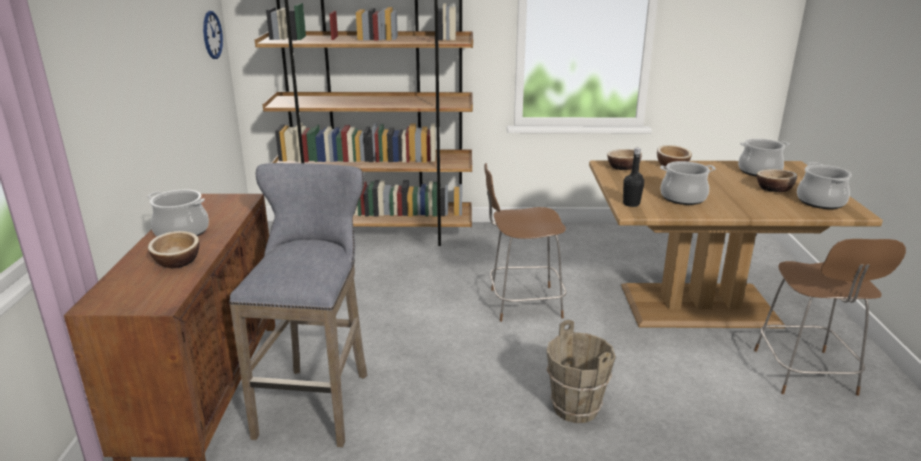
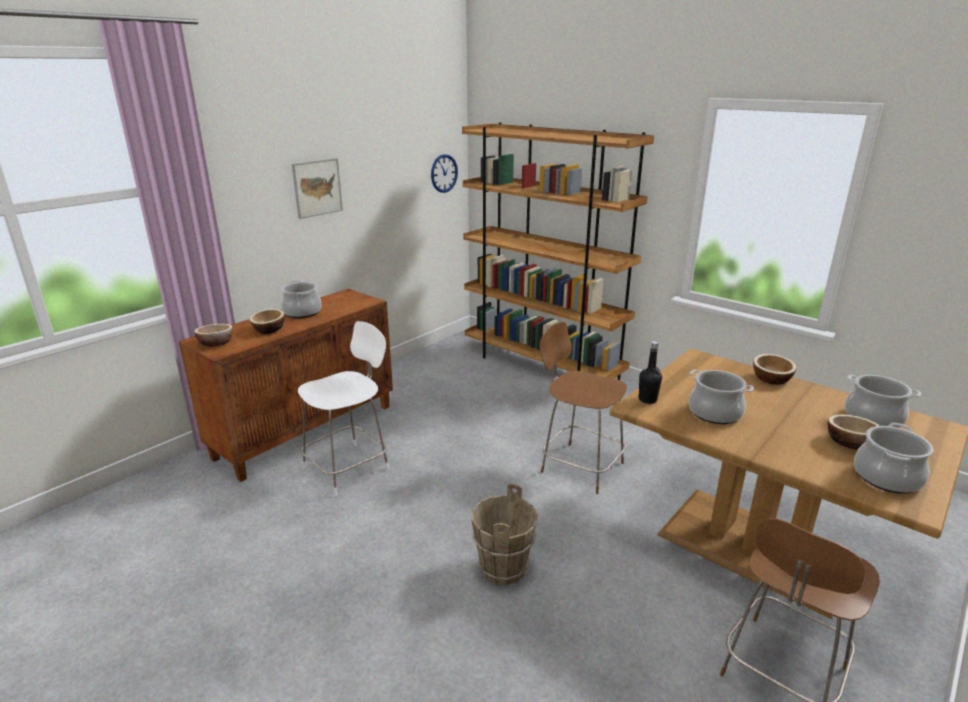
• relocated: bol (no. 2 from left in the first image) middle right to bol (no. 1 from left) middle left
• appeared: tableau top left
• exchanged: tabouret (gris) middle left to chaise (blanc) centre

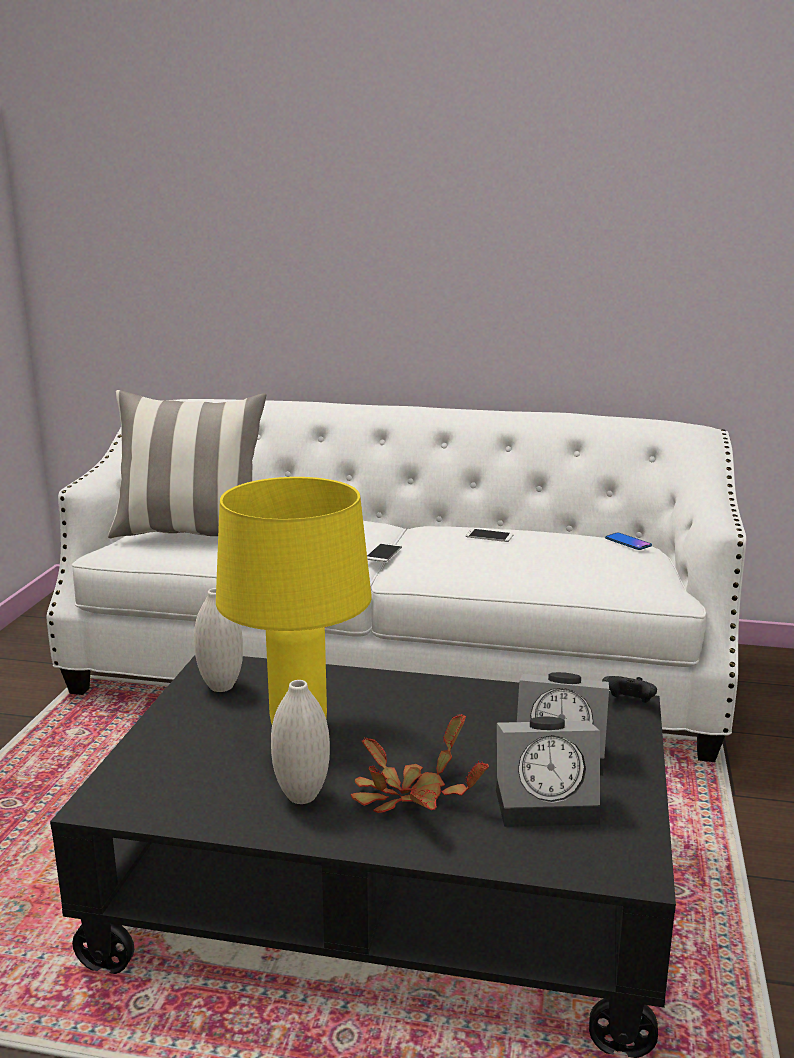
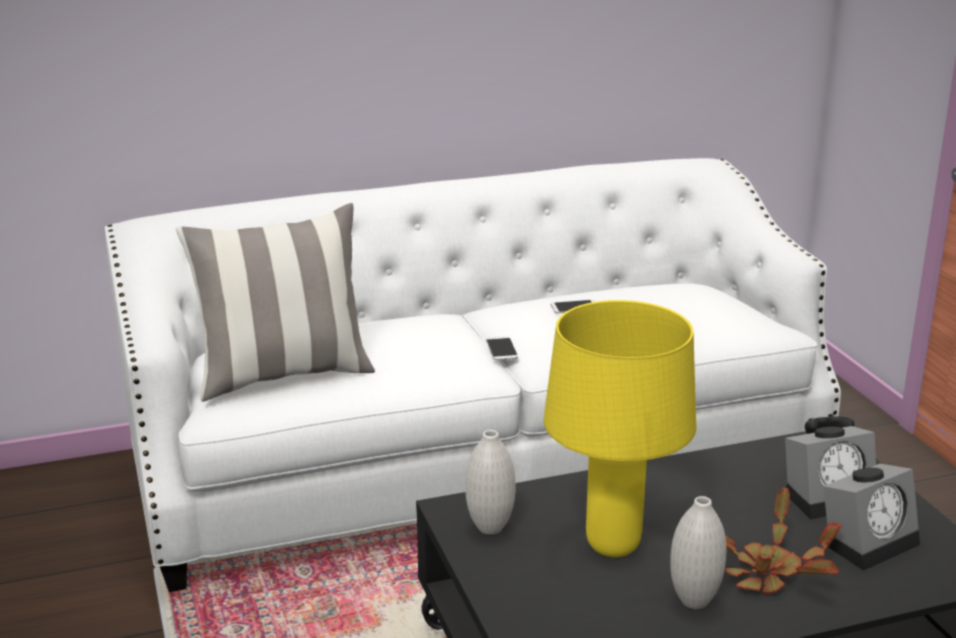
• missing: téléphone (no. 3 from left) middle right

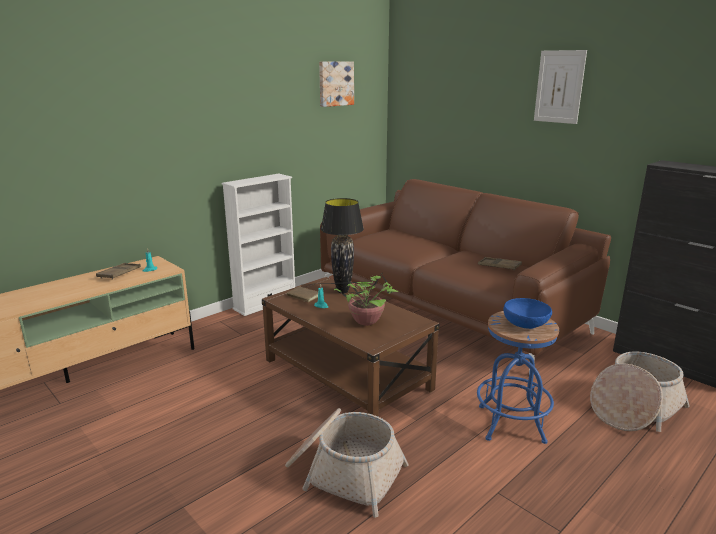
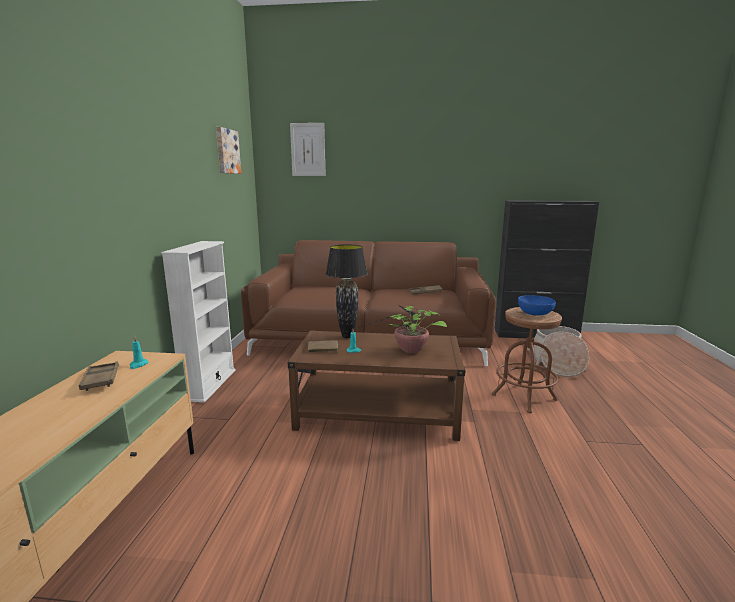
• relocated: tableau (no. 2 from left) top right to top centre
• colour: tabouret (bleu) bottom right to tabouret (marron) middle right
• missing: panier (no. 1 from left) bottom centre

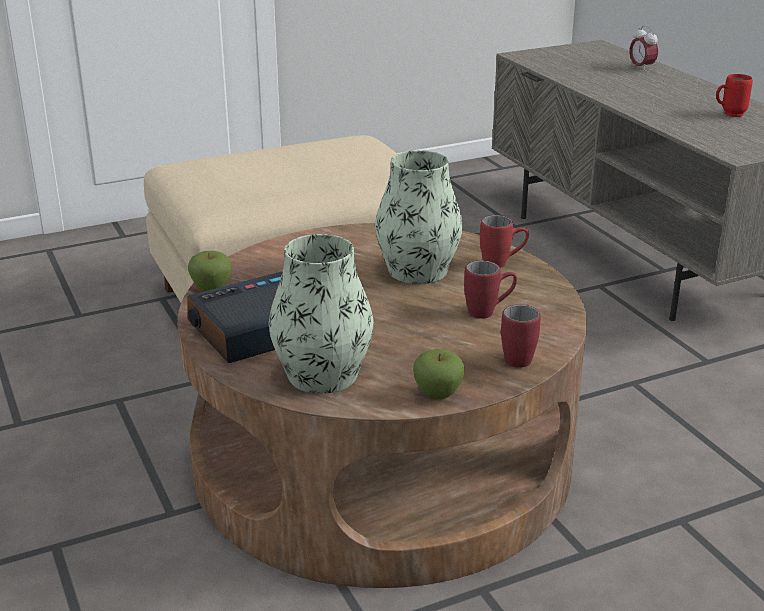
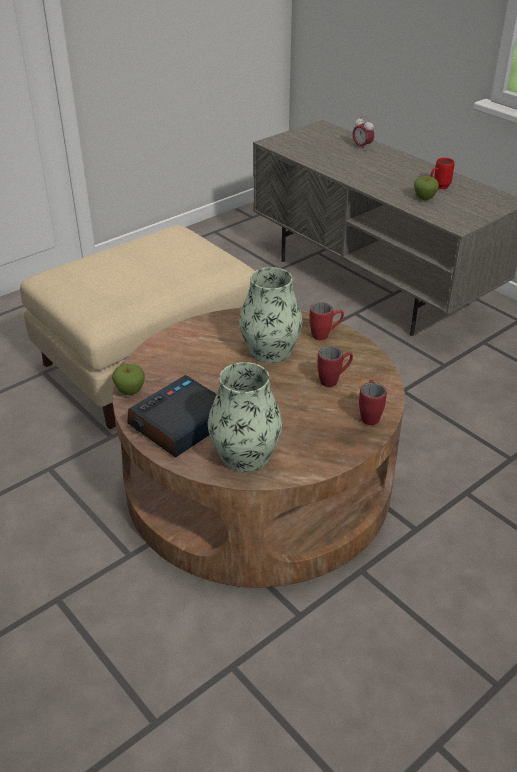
• relocated: pomme (no. 2 from left) centre to top right

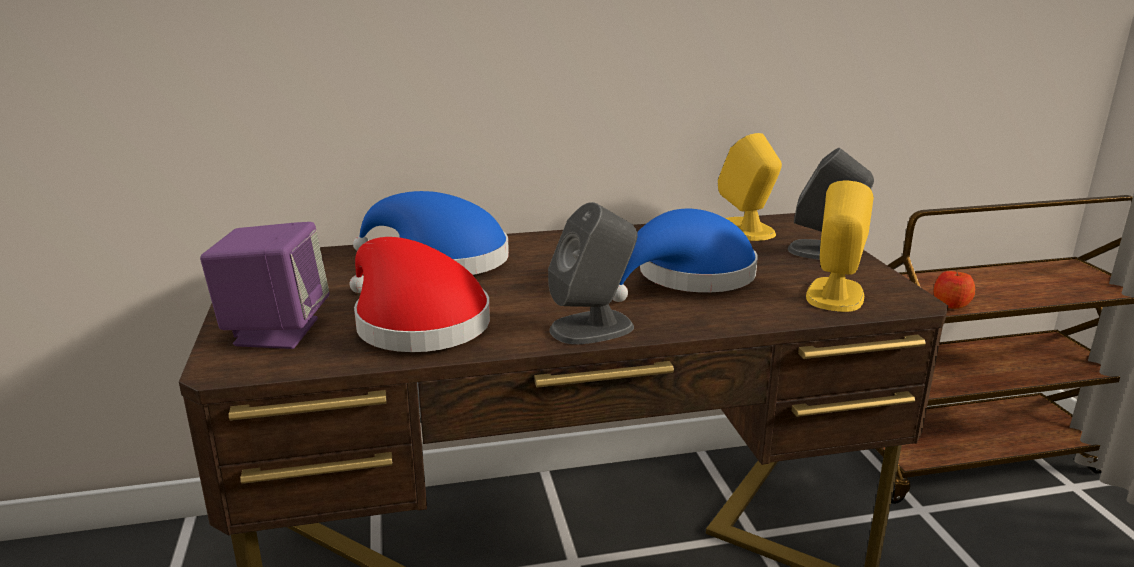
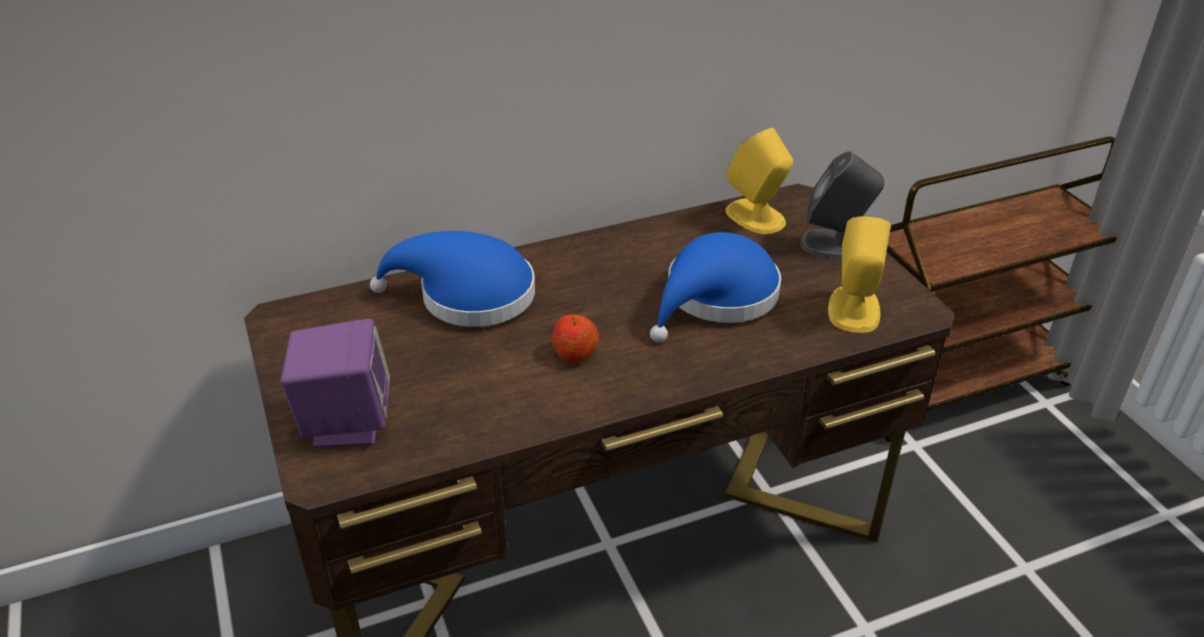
• relocated: pomme middle right to centre
• missing: chapeau (rouge) centre
• missing: enceinte (gris) (no. 1 from left) centre

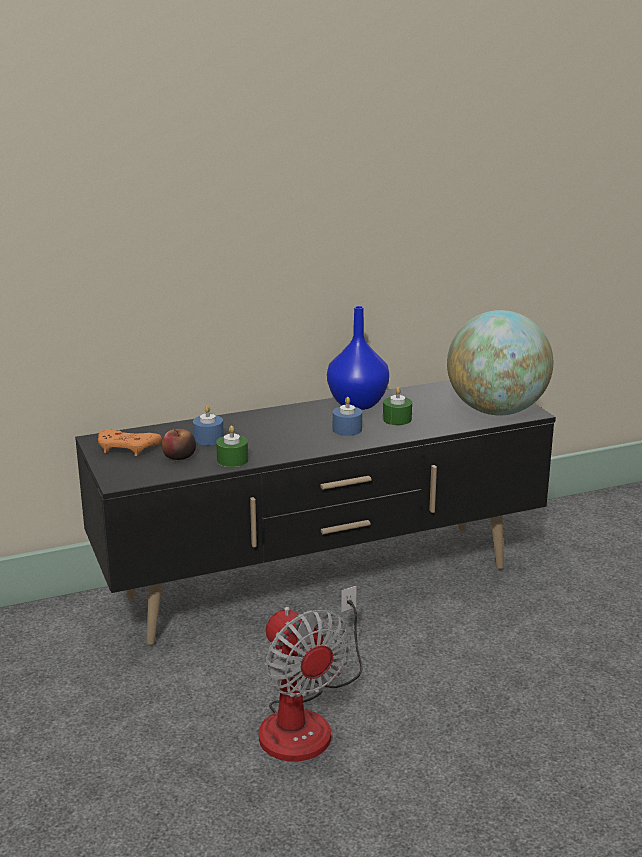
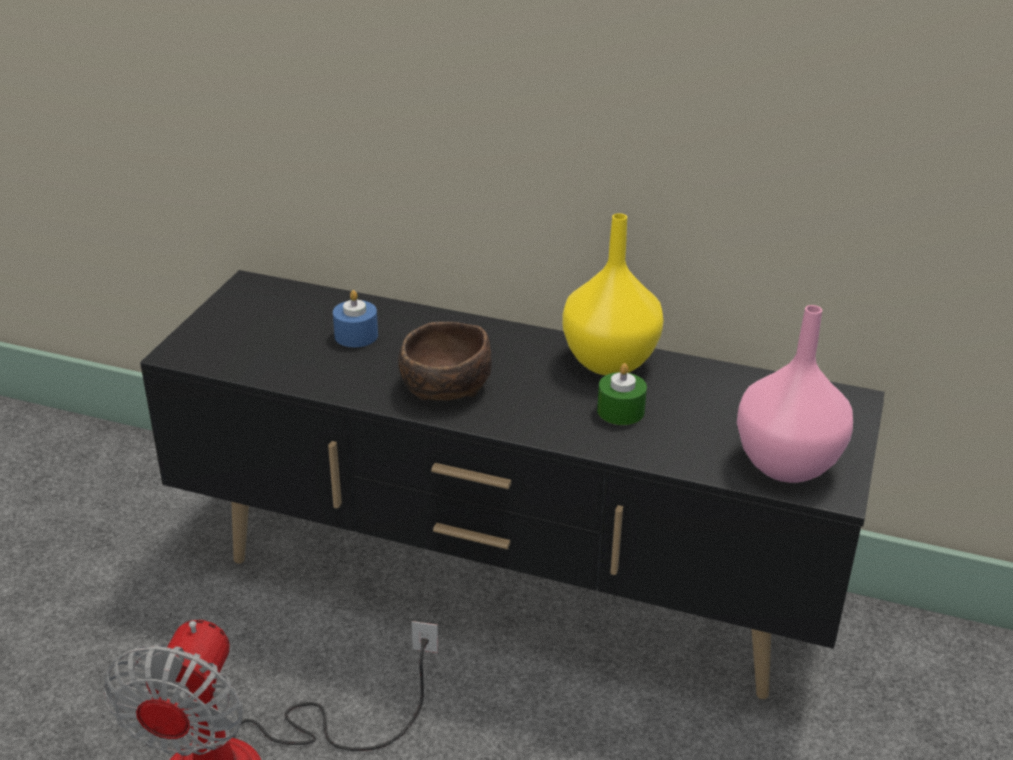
• appeared: bol (marron) centre
• colour: vase (bleu) centre to vase (jaune) centre
• exchanged: globe middle right to vase (rose) middle right
• missing: manette (orange) middle left
• missing: pomme middle left
• missing: bougie (vert) (no. 1 from left) centre
• missing: bougie (bleu) (no. 2 from left) centre

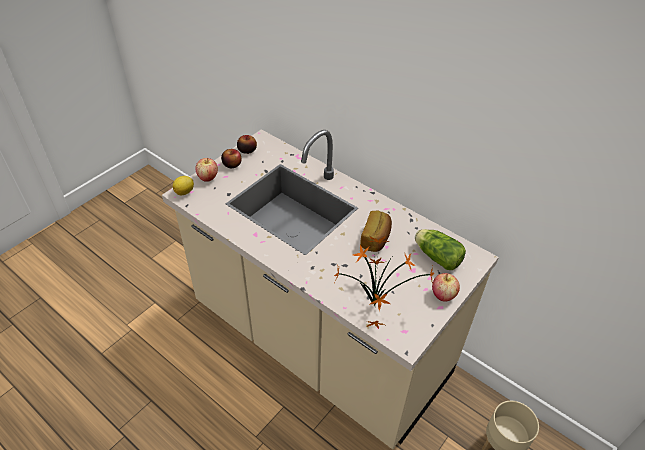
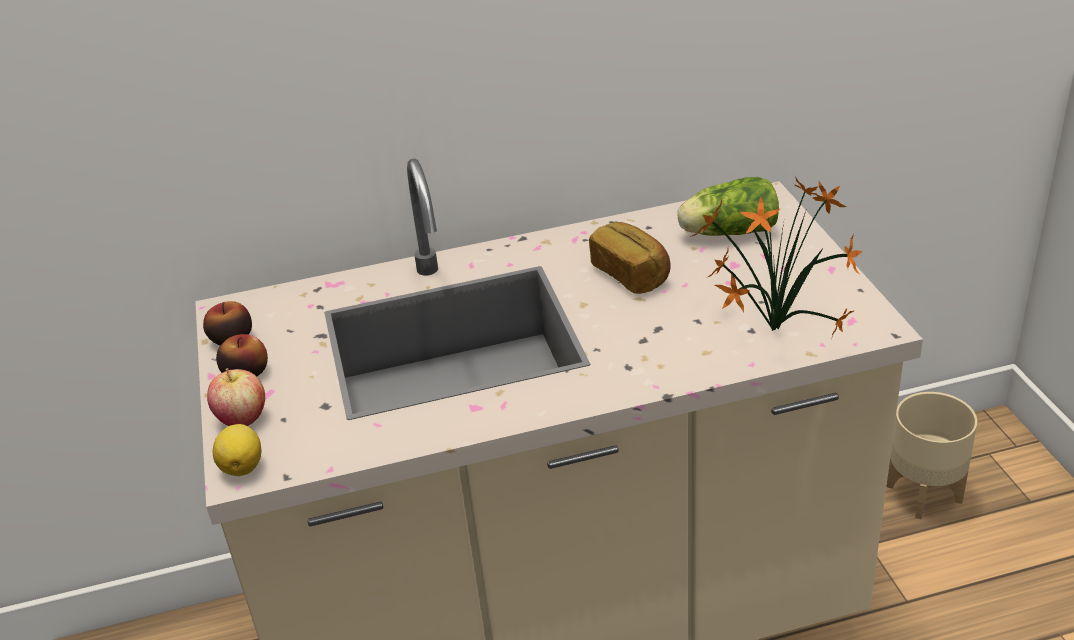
• missing: pomme (no. 4 from left) middle right

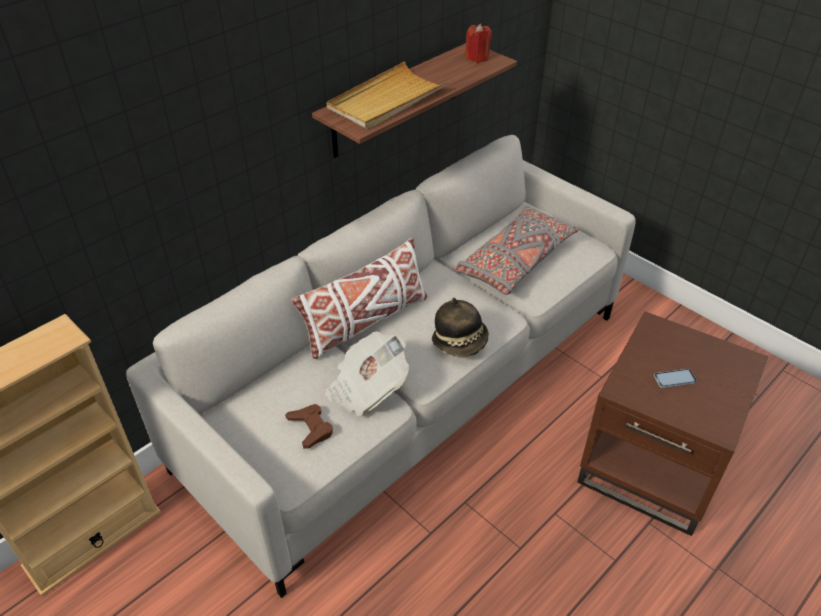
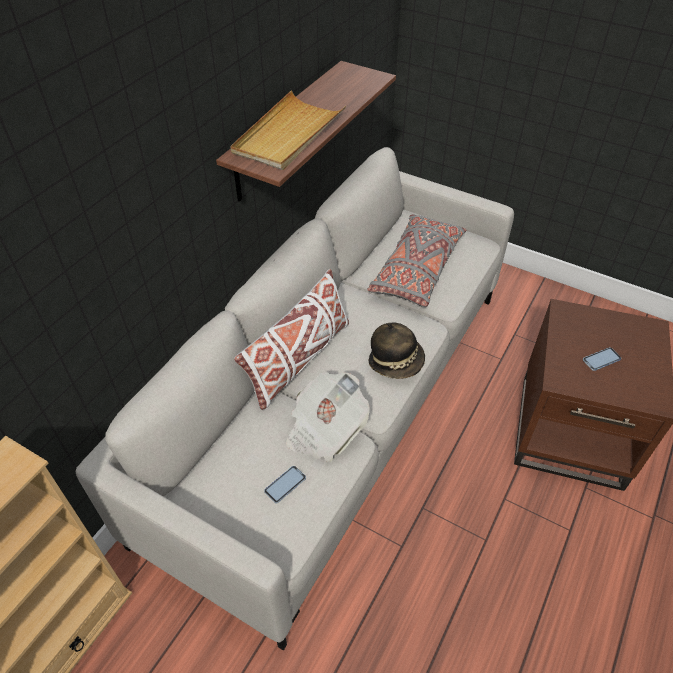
• exchanged: manette (marron) bottom centre to téléphone (no. 1 from left) bottom centre
• missing: bougie (rouge) top centre

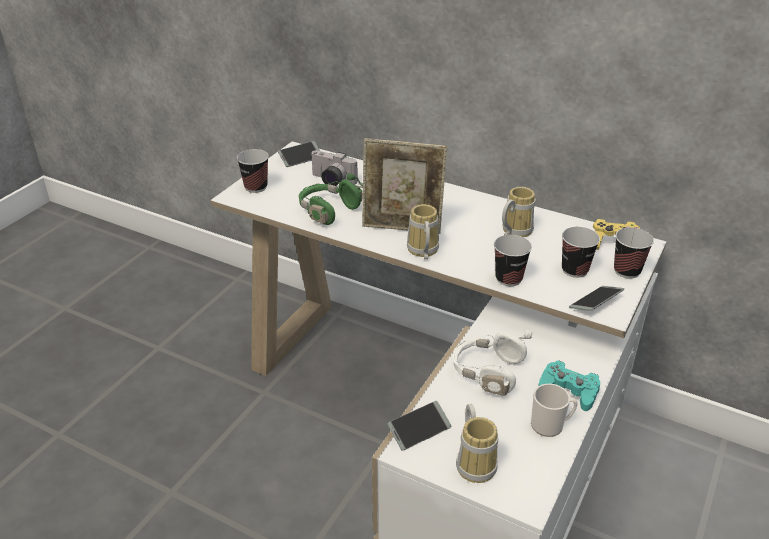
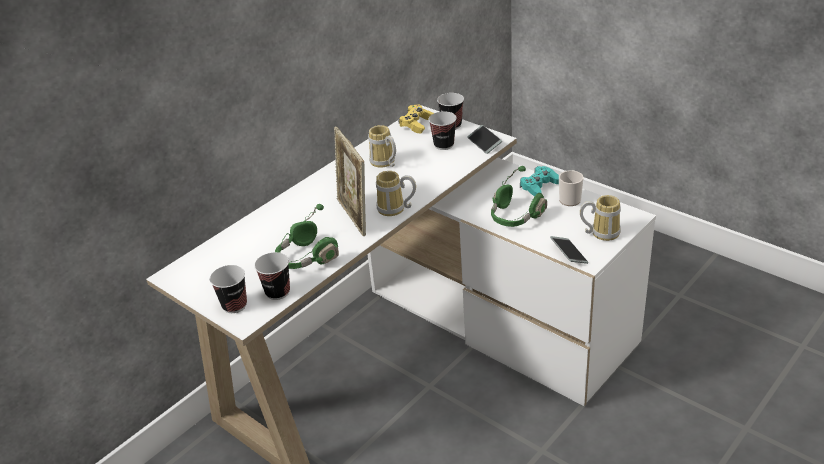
• relocated: tasse (no. 2 from left) middle right to middle left
• spun: cadre photo centre = centre 135 degrees clockwise
• colour: casque audio (blanc) bottom centre to casque audio (vert) (no. 2 from left) centre
• missing: téléphone (no. 1 from left) top centre
• missing: appareil photo top centre

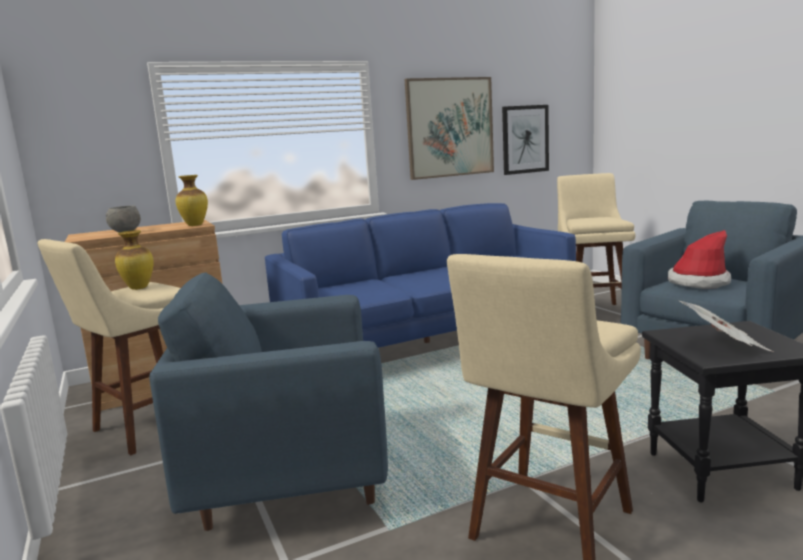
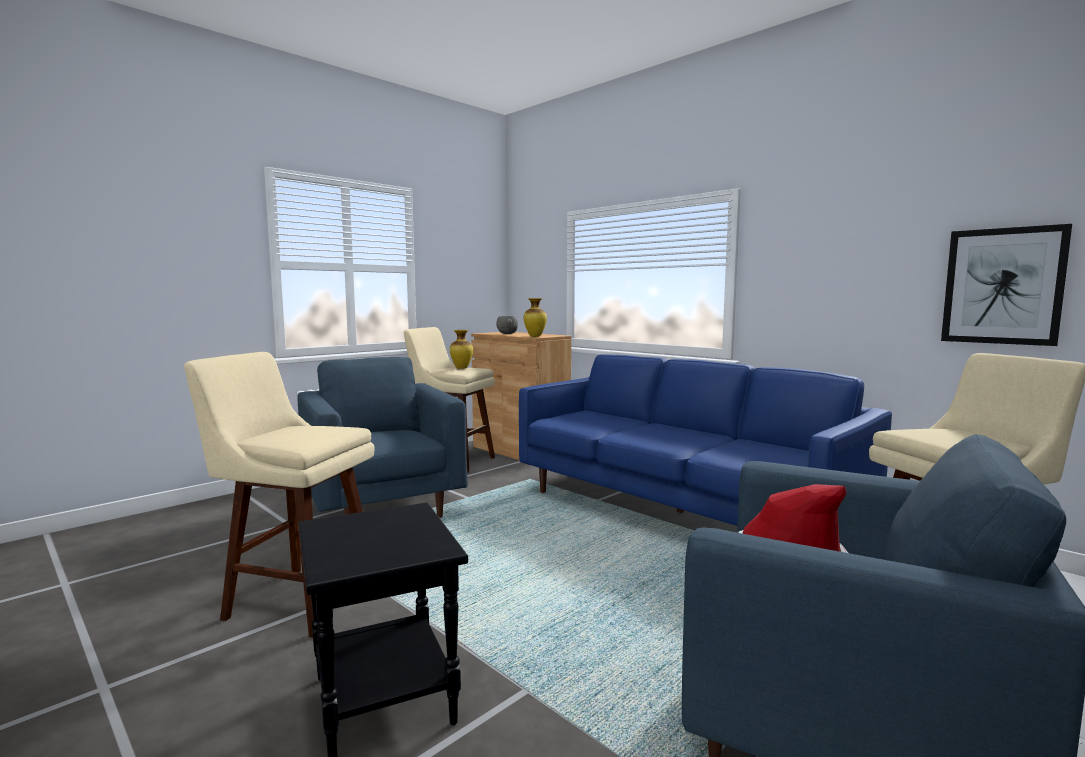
• missing: tableau (no. 1 from left) top centre
• missing: journal middle right

